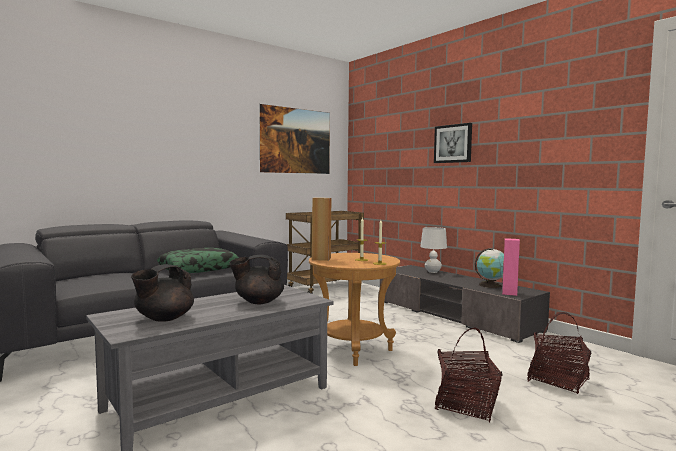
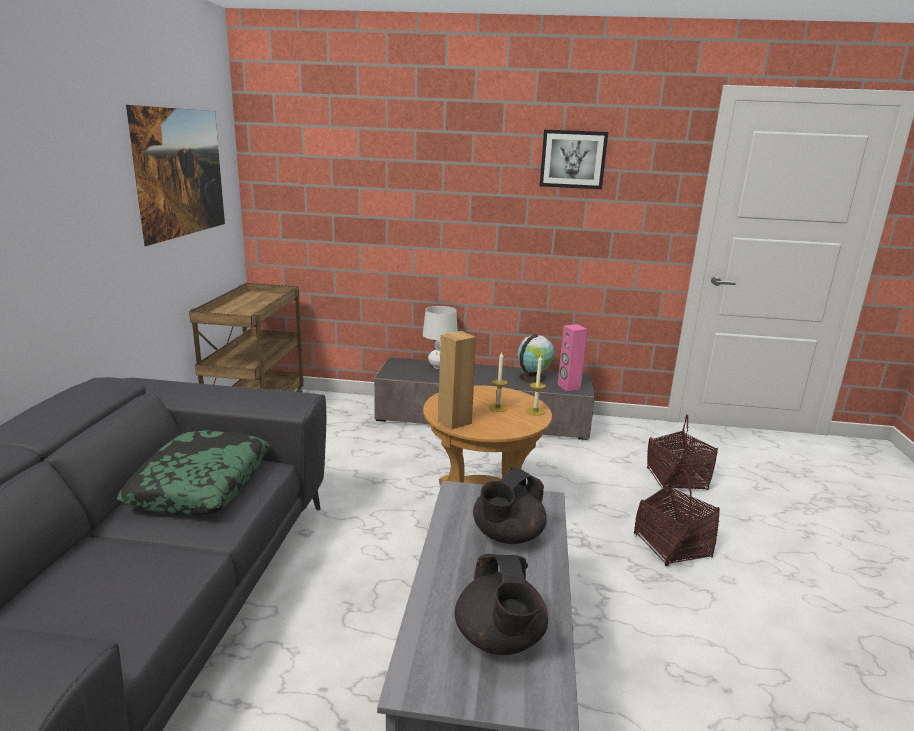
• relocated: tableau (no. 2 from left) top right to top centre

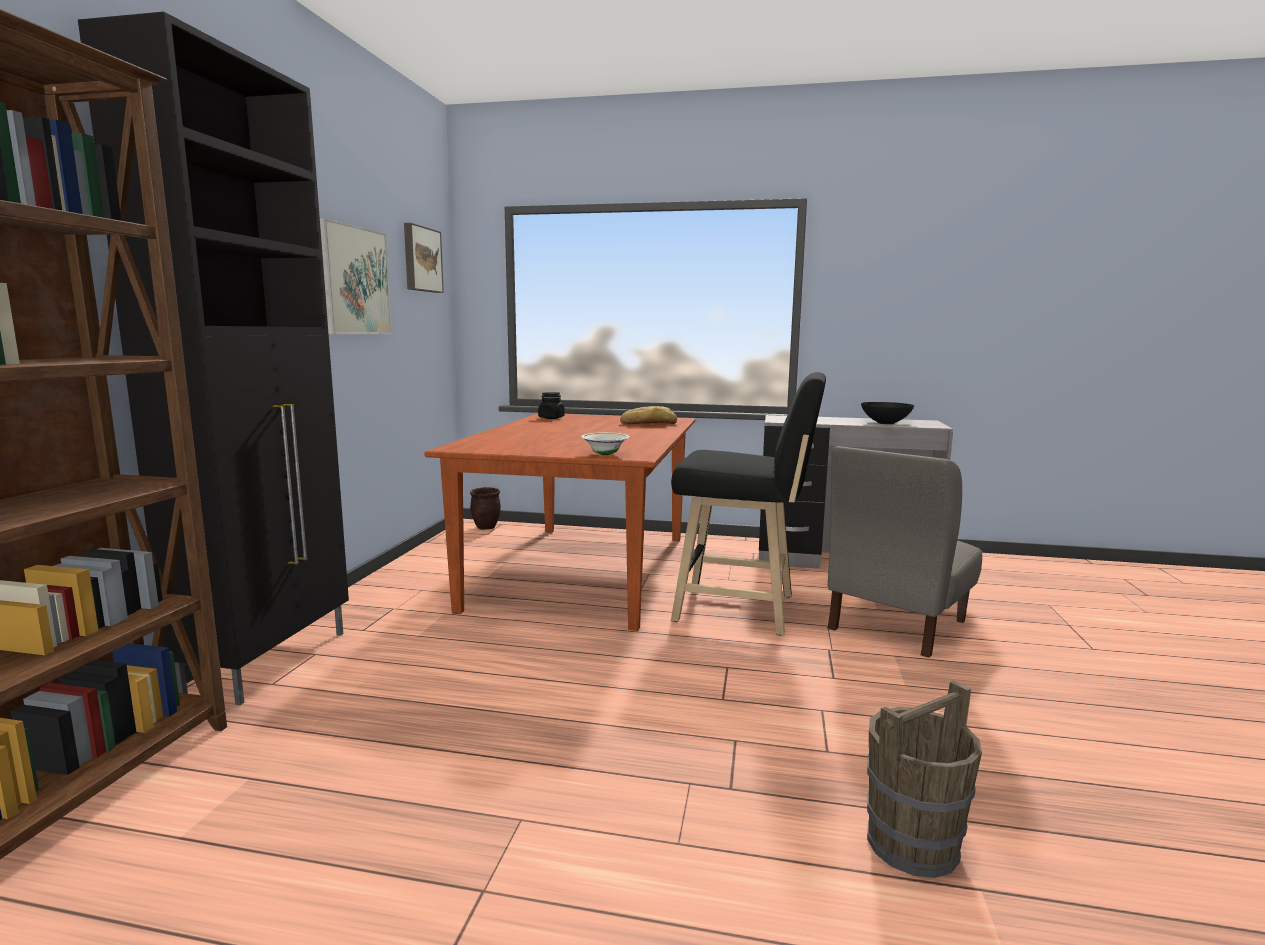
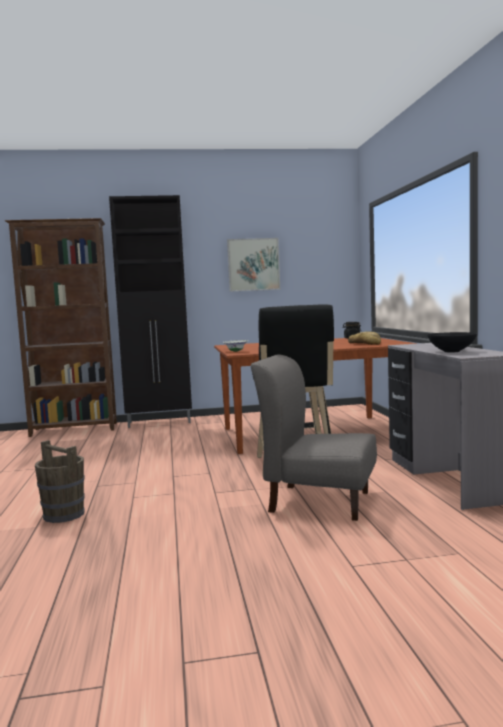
• missing: tableau (no. 2 from left) top centre
• missing: cache-pot (marron) centre

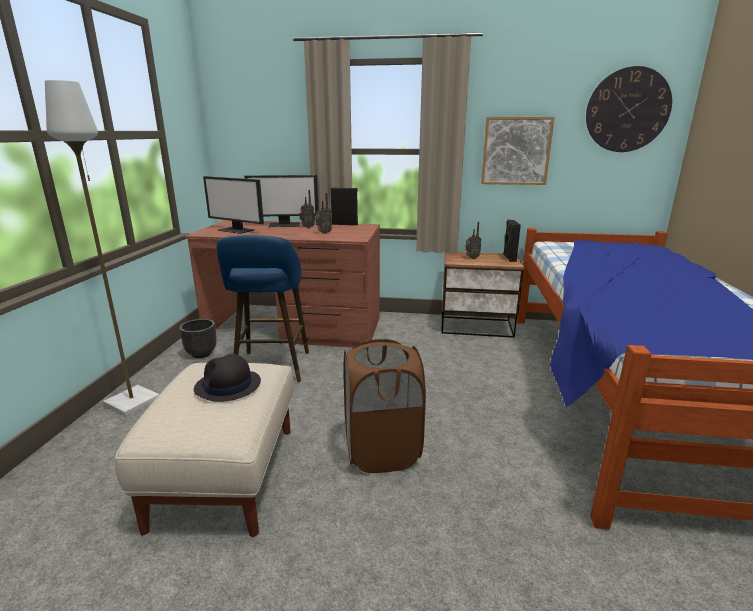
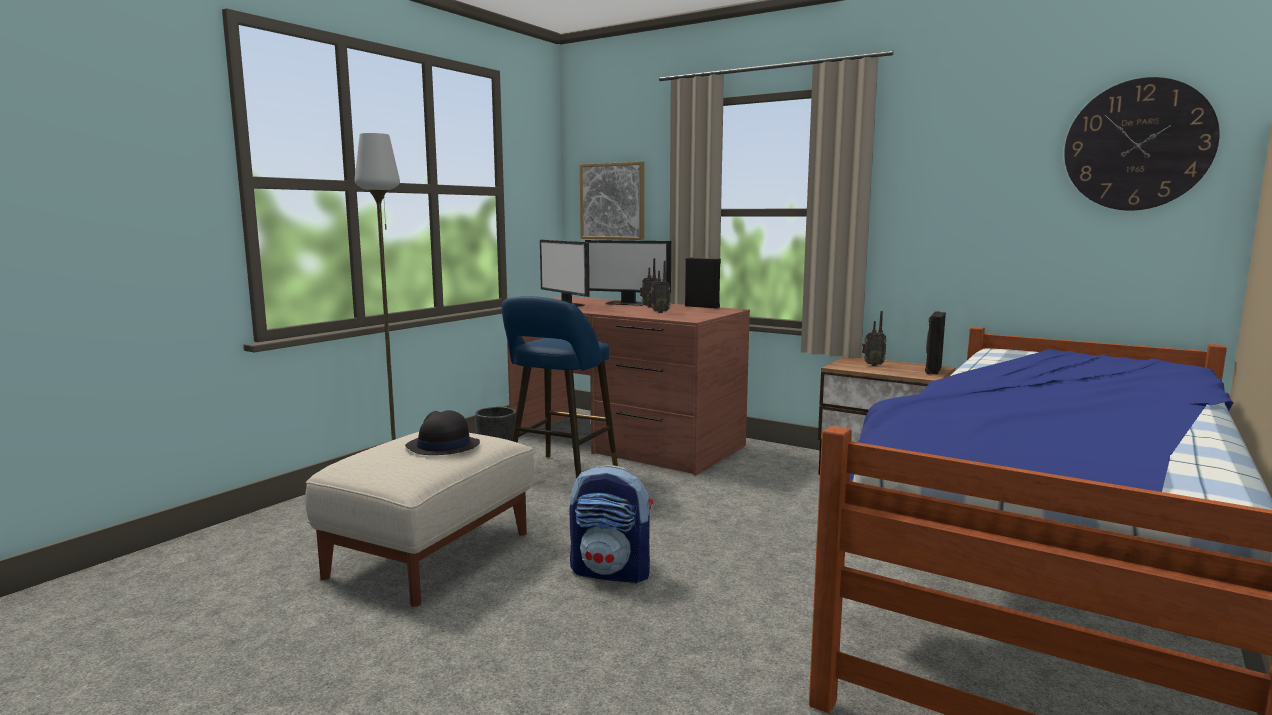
• exchanged: panier à linge (marron) centre to sac à dos bottom centre
• relocated: tableau top right to top centre

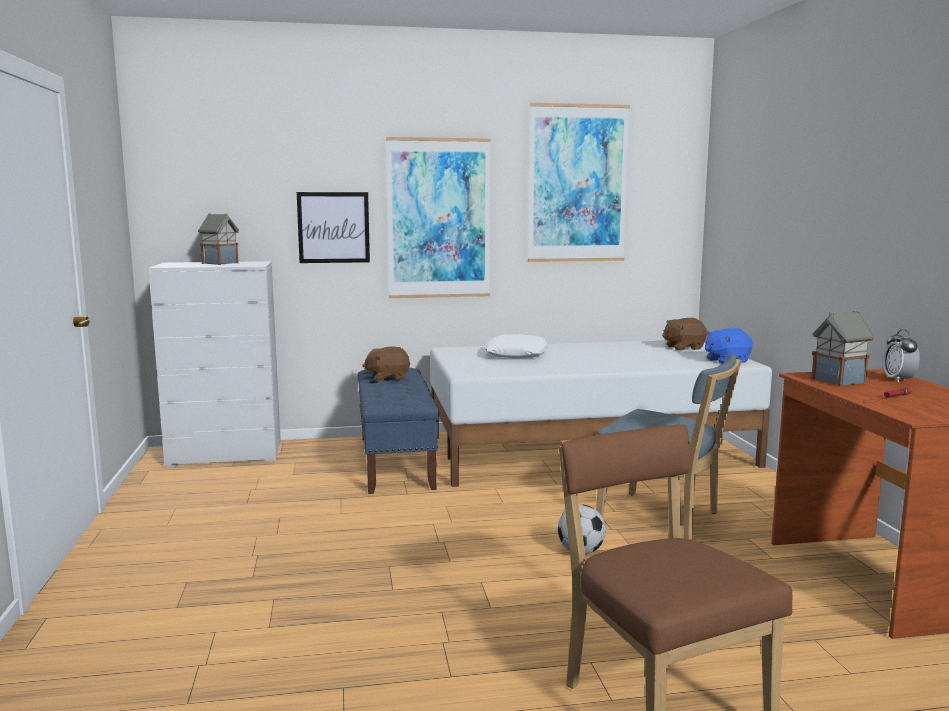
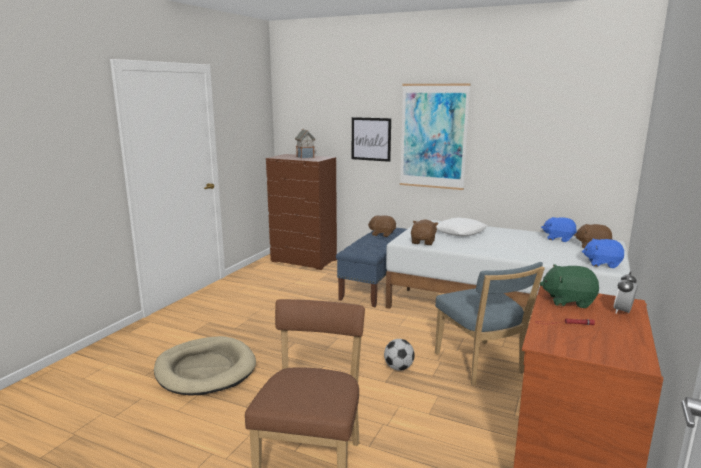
• appeared: panier pour chien (beige) bottom left
• colour: commode (blanc) middle left to commode (marron) centre
• appeared: peluche (marron) (no. 2 from left) centre
• exchanged: maison miniature (no. 2 from left) middle right to peluche (vert) middle right
• appeared: peluche (bleu) (no. 1 from left) middle right
• missing: tableau (no. 3 from left) top centre

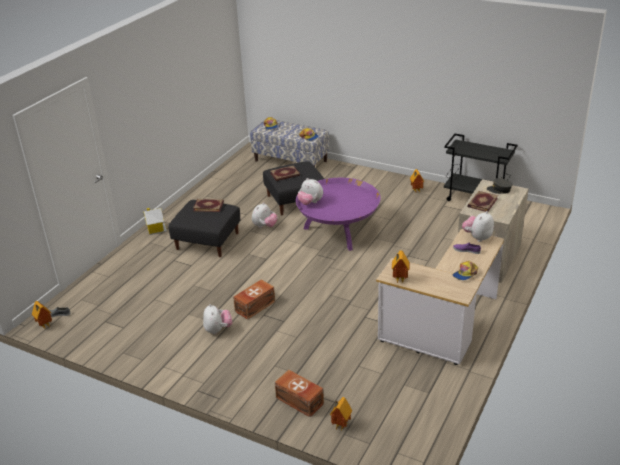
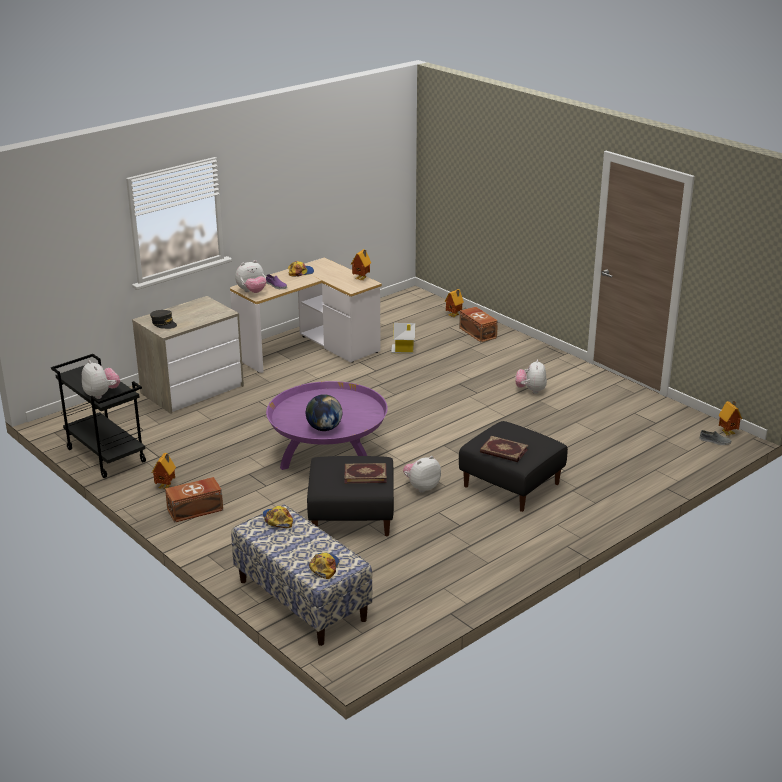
• relocated: peluche (no. 3 from left in the first image) centre to peluche (no. 1 from left) middle left
• relocated: boîte de rangement (marron) (no. 1 from left) centre to middle left
• appeared: globe centre
• relocated: maison miniature (no. 2 from left in the first image) middle left to maison miniature (no. 3 from left) centre
• missing: livre (no. 3 from left) middle right

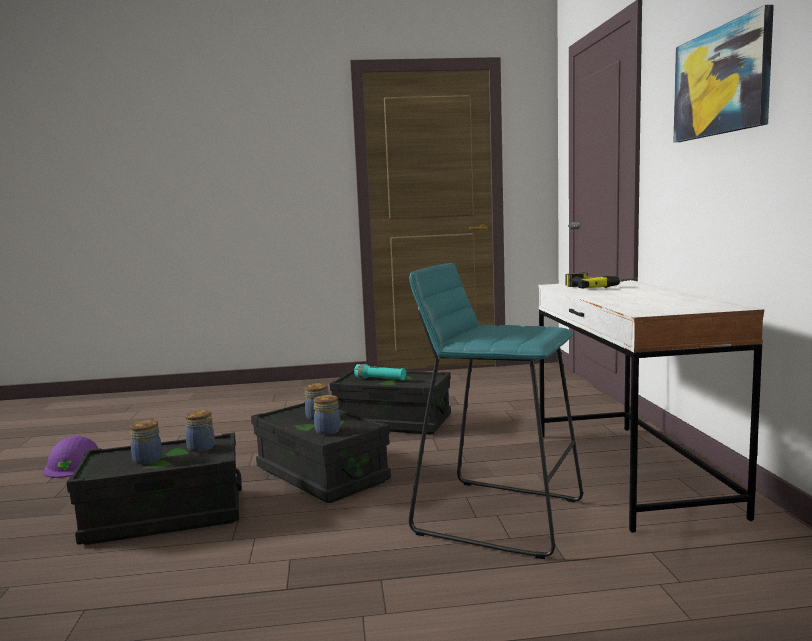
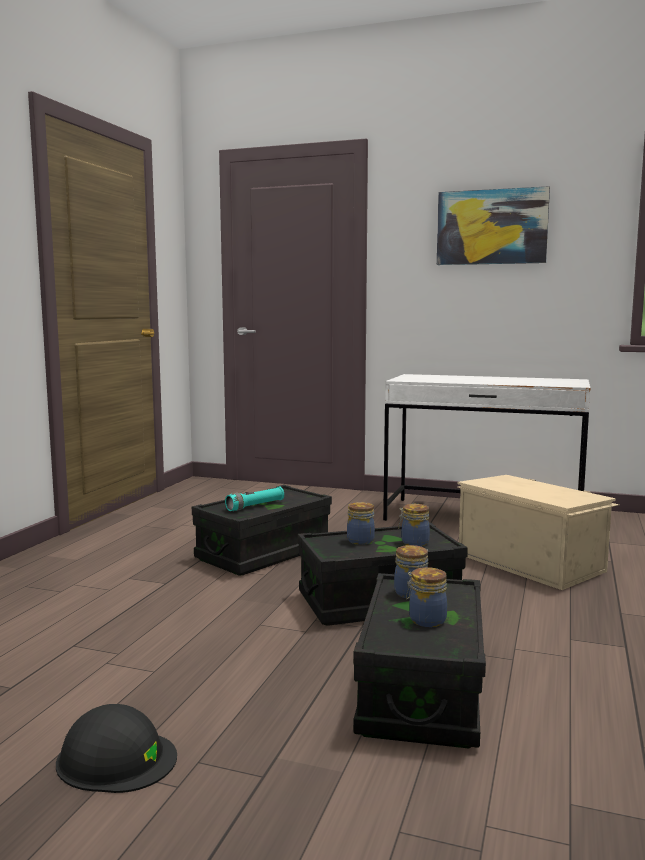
• colour: casque de chantier (violet) bottom left to casque de chantier (noir) bottom left
• exchanged: tabouret (turquoise) centre to boîte de rangement (beige) middle right
• missing: perceuse middle right

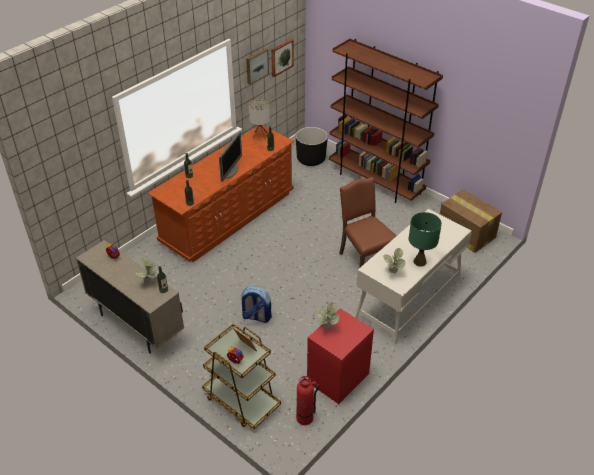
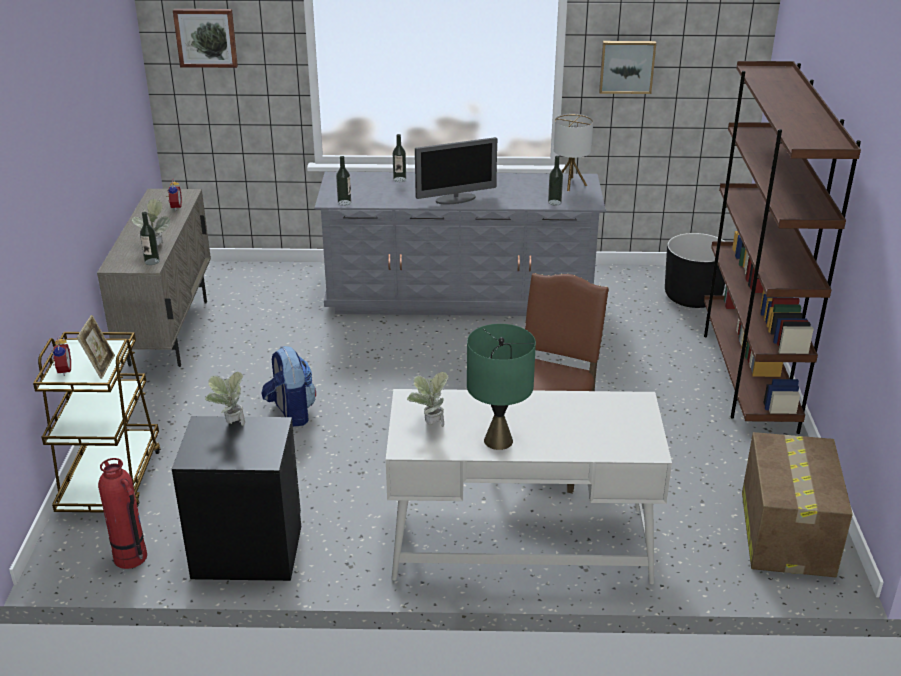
• colour: table de chevet (rouge) bottom centre to table de chevet (noir) bottom left
• relocated: tableau (no. 2 from left in the first image) top centre to tableau (no. 1 from left) top left
• colour: commode (marron) centre to commode (gris) centre

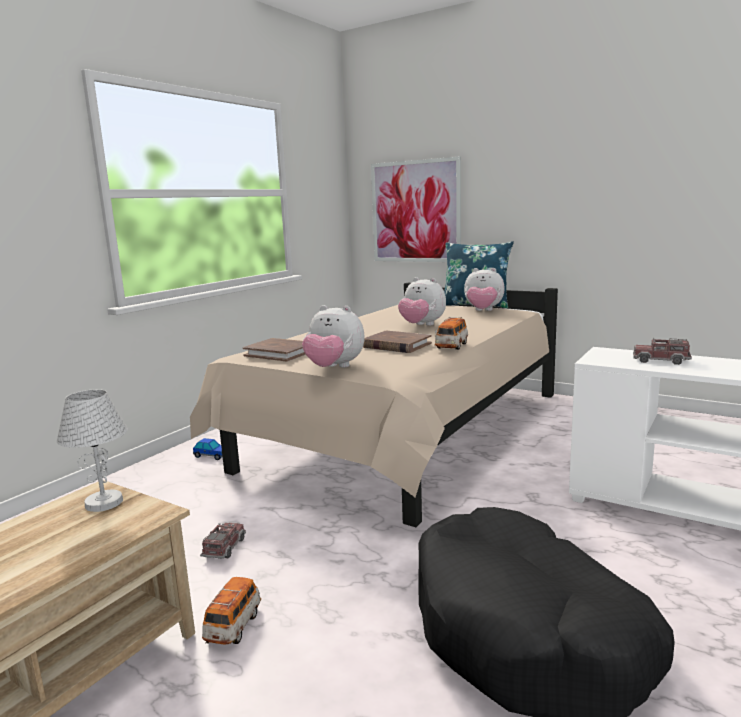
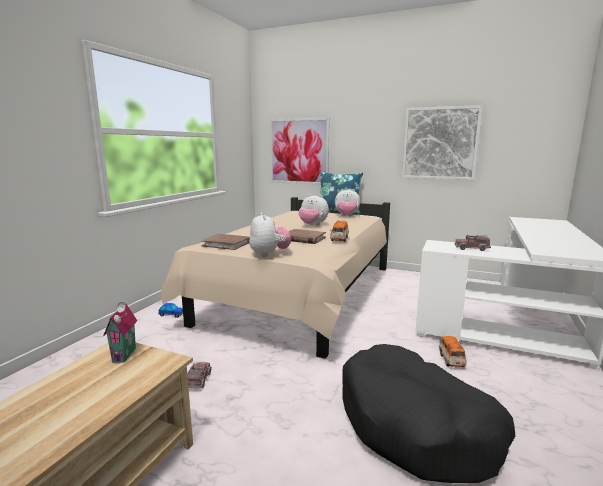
• exchanged: lampe de table (blanc) middle left to maison miniature bottom left
• spun: peluche (no. 1 from left) centre = centre 120 degrees counterclockwise
• appeared: tableau (no. 2 from left) top right
• relocated: petite voiture (no. 2 from left in the first image) bottom left to petite voiture (no. 3 from left) bottom right

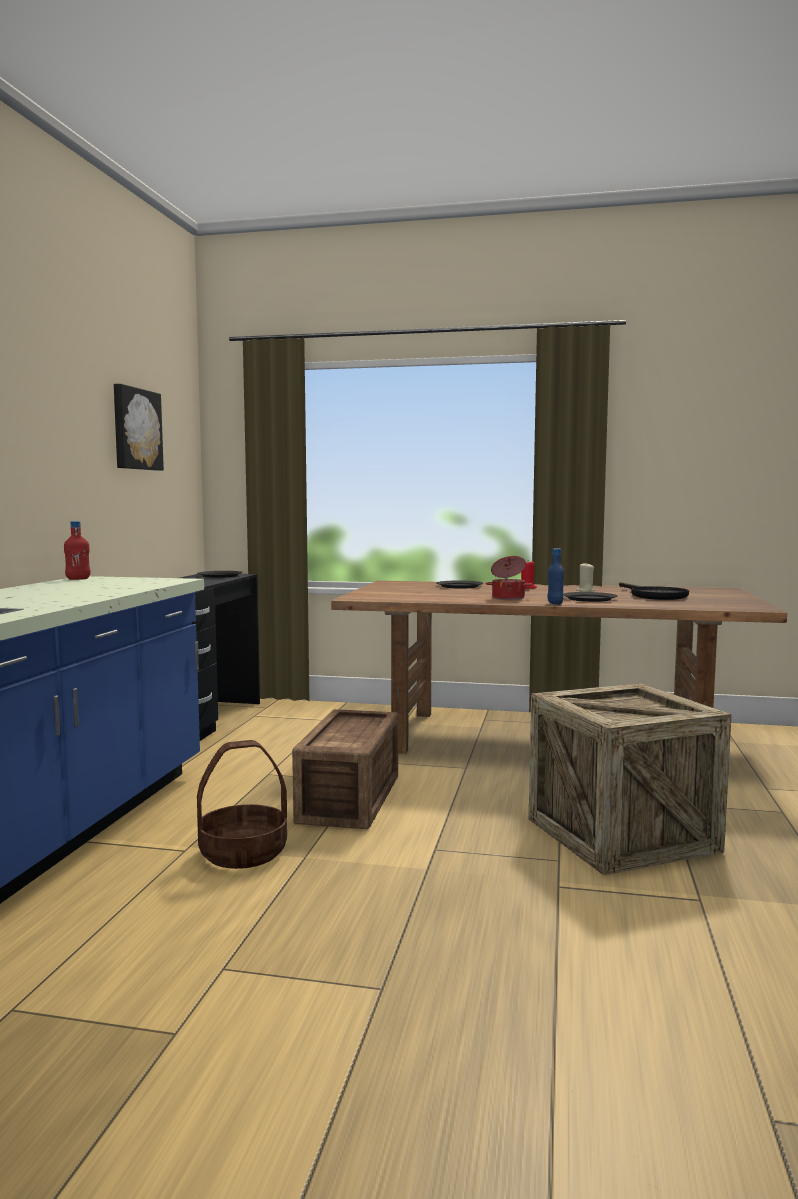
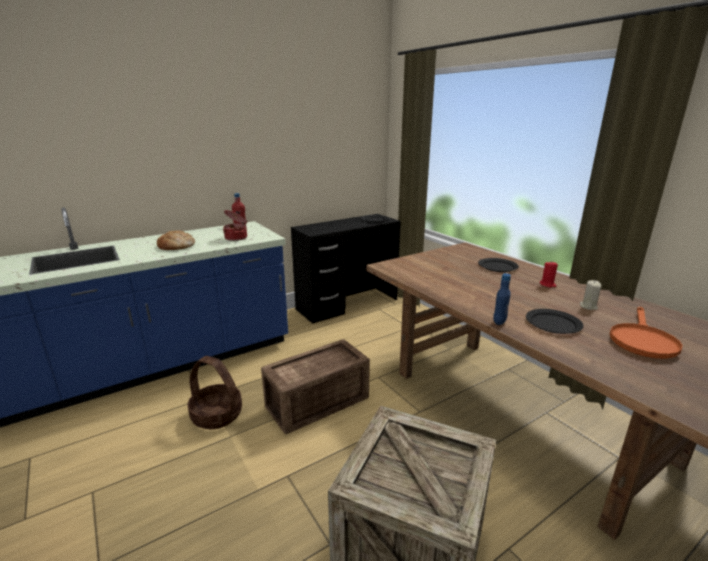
• appeared: pain middle left
• relocated: marmite centre to middle left
• colour: poêle (noir) middle right to poêle (orange) middle right
• missing: tableau middle left

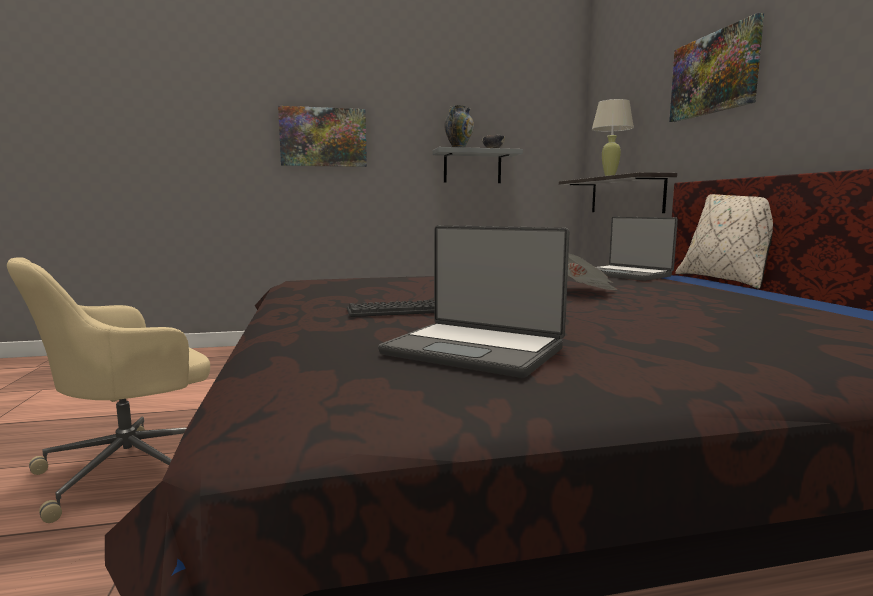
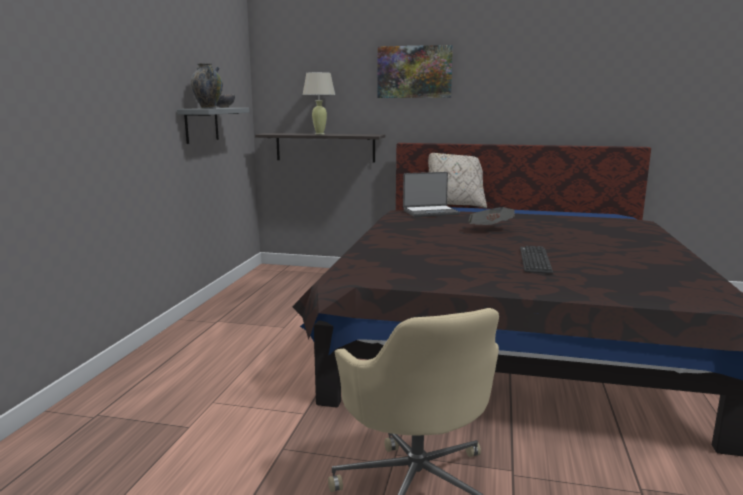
• missing: tableau (no. 1 from left) top centre
• missing: ordinateur portable (no. 1 from left) centre

